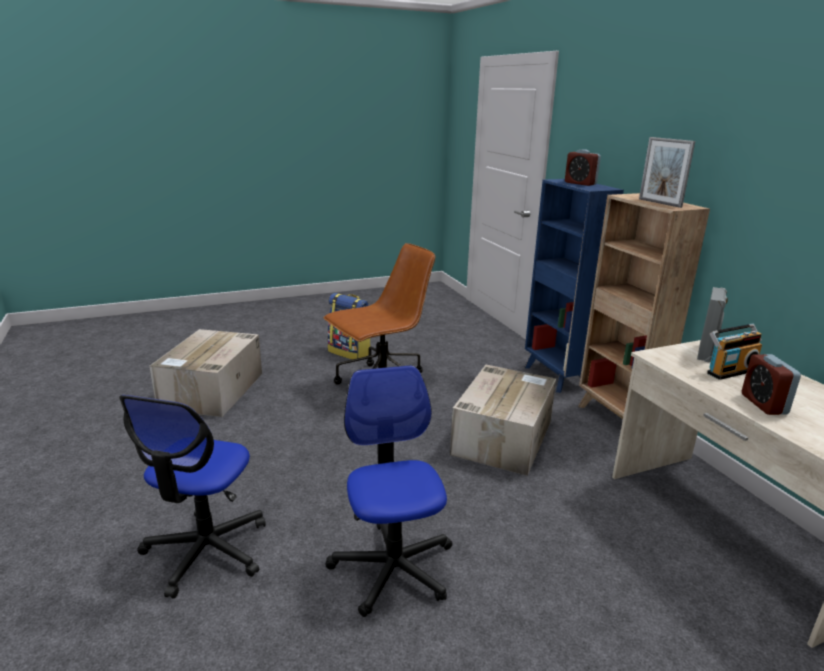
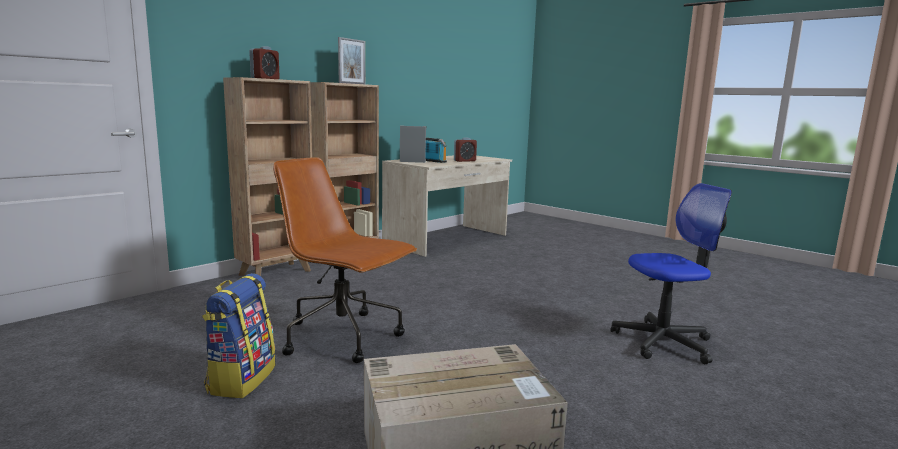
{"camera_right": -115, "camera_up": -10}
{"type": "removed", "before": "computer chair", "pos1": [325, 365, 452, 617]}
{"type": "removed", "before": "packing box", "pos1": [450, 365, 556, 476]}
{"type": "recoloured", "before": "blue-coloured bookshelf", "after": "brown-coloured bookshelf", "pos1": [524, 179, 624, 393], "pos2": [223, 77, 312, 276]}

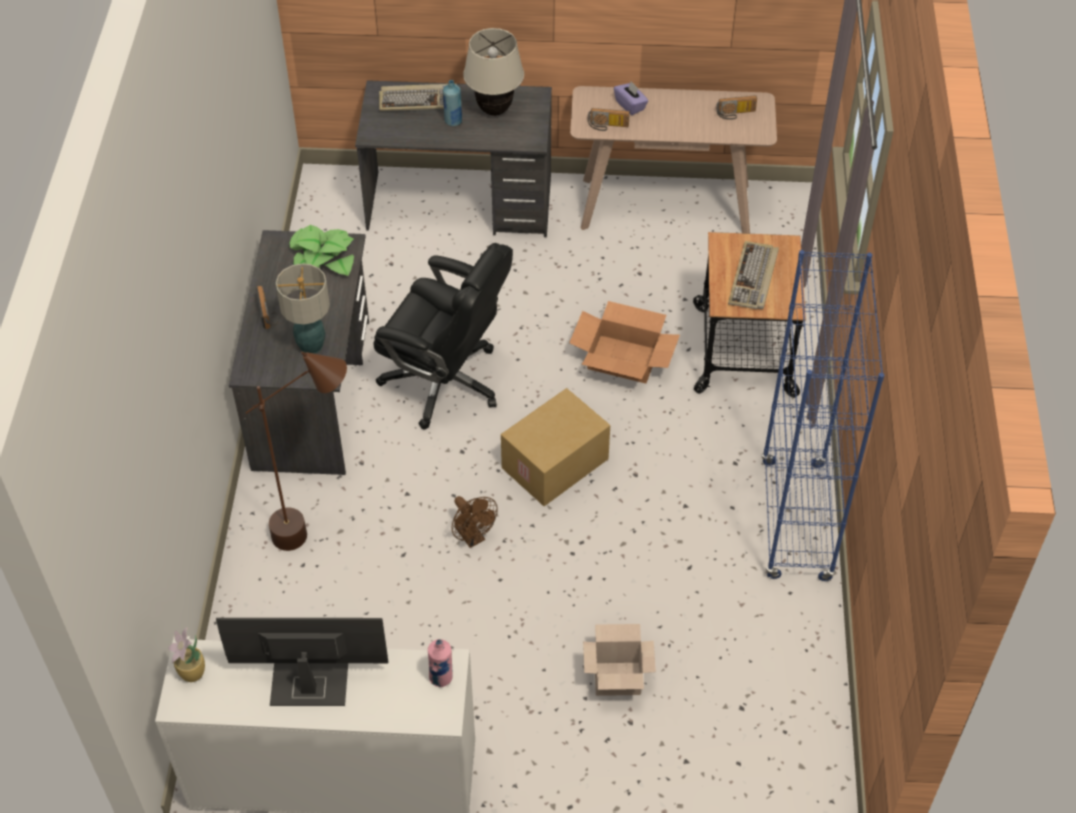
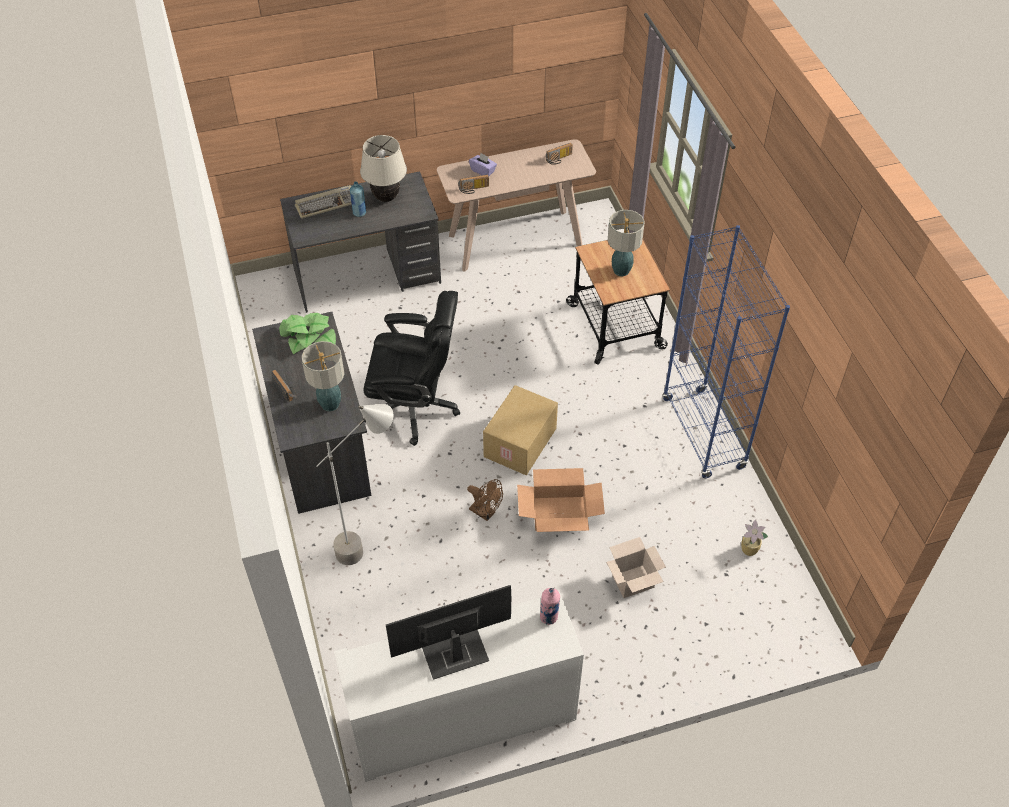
{"camera_right": -20, "camera_up": 0}
{"type": "moved", "before": "potted plant", "pos1": [168, 627, 205, 682], "pos2": [741, 519, 768, 556]}
{"type": "recoloured", "before": "brown-coloured standing lamp", "after": "gray standing lamp", "pos1": [245, 351, 347, 551], "pos2": [316, 404, 393, 565]}
{"type": "moved", "before": "packing box", "pos1": [569, 301, 680, 383], "pos2": [517, 468, 605, 532]}
{"type": "replaced", "before": "keyboard", "after": "table lamp", "pos1": [728, 241, 779, 309], "pos2": [608, 210, 645, 276]}

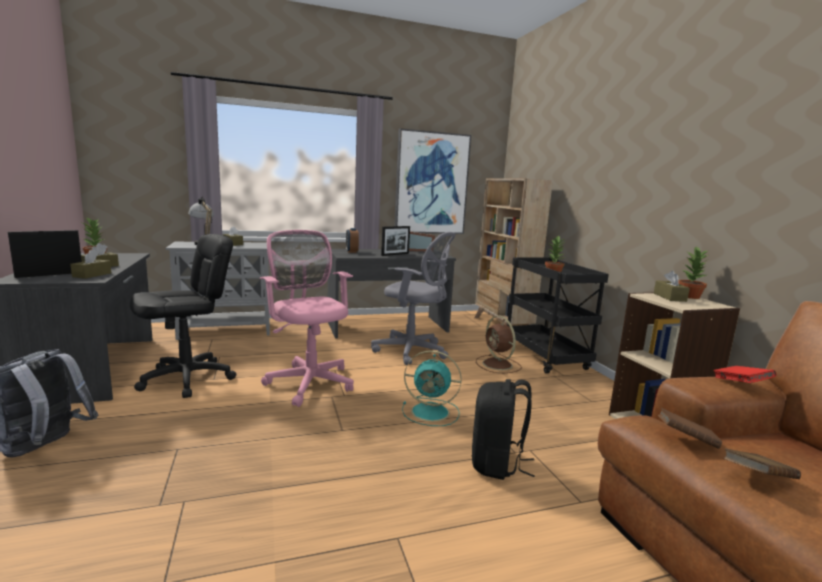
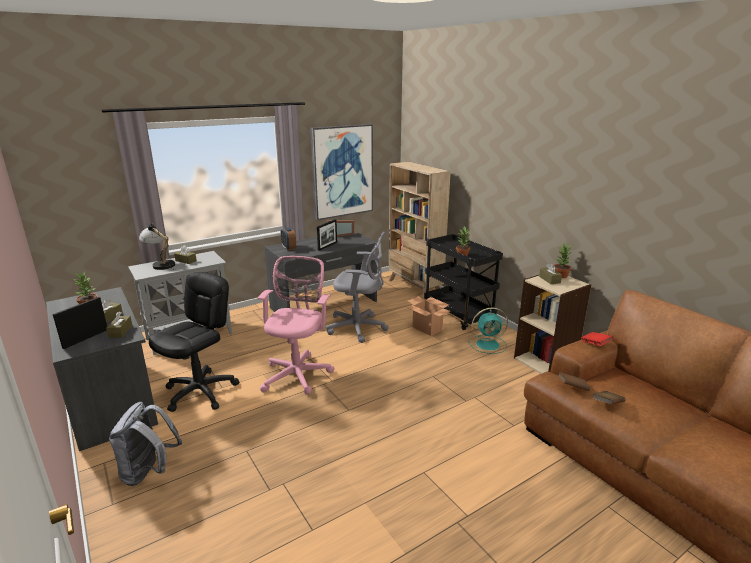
{"camera_right": -15, "camera_up": 10}
{"type": "turned", "before": "pinkish computer chair", "pos1": [260, 230, 354, 407], "pos2": [257, 256, 334, 394], "turn": 60}
{"type": "moved", "before": "turquoise-coloured electric fan", "pos1": [402, 350, 462, 426], "pos2": [468, 308, 508, 354]}
{"type": "removed", "before": "black knapsack", "pos1": [472, 379, 535, 480]}
{"type": "replaced", "before": "brown-coloured electric fan", "after": "packing box", "pos1": [476, 316, 522, 373], "pos2": [407, 296, 450, 336]}

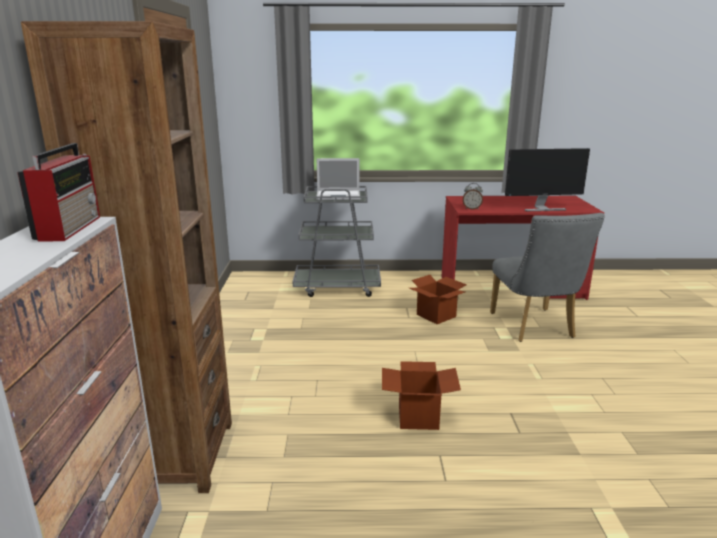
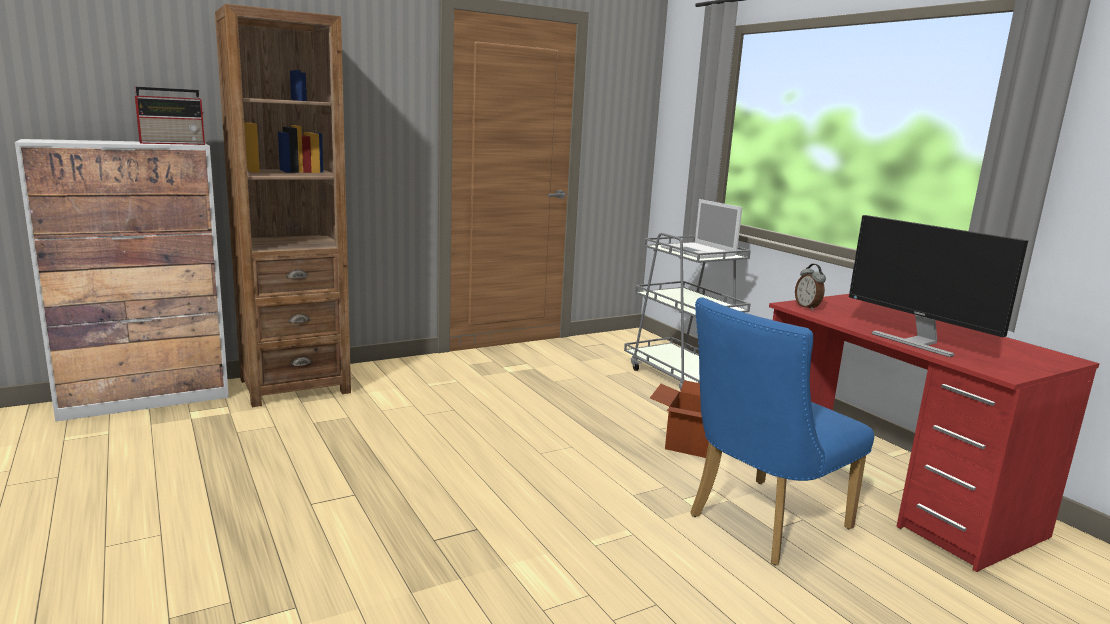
{"camera_right": 60, "camera_up": -5}
{"type": "removed", "before": "packing box", "pos1": [382, 361, 461, 430]}
{"type": "recoloured", "before": "gray chair", "after": "blue-coloured chair", "pos1": [490, 213, 605, 342], "pos2": [690, 297, 874, 565]}

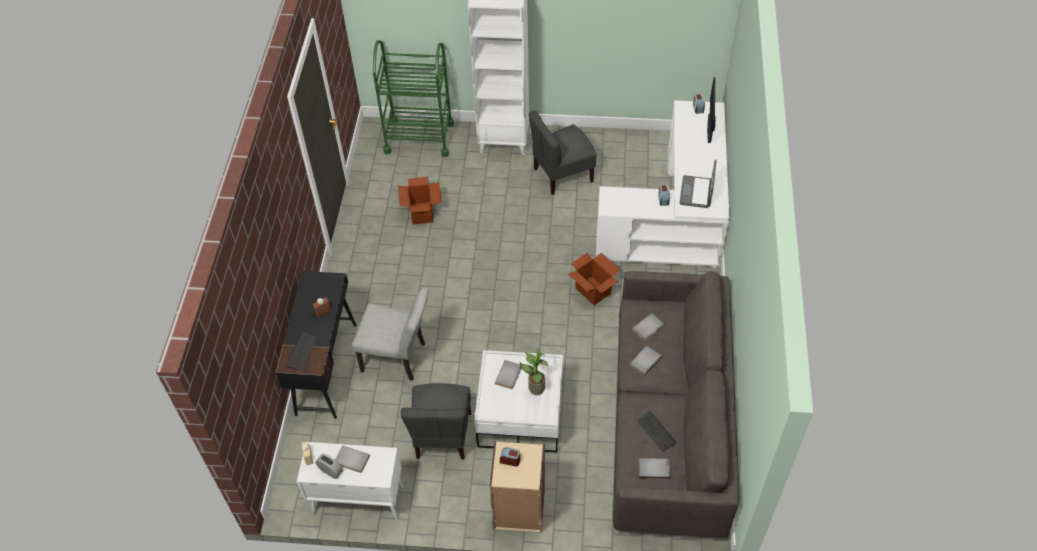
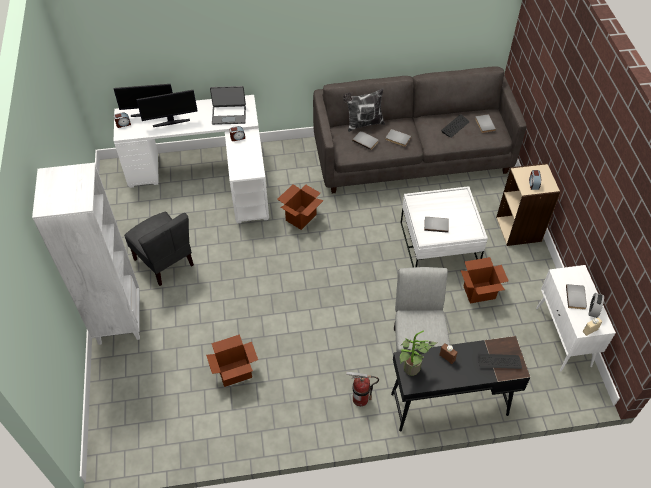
{"camera_right": -105, "camera_up": 0}
{"type": "removed", "before": "green-coloured wheeled cart", "pos1": [373, 40, 454, 157]}
{"type": "replaced", "before": "gray chair", "after": "packing box", "pos1": [401, 383, 471, 460], "pos2": [461, 257, 509, 303]}
{"type": "moved", "before": "potted plant", "pos1": [520, 349, 548, 395], "pos2": [400, 330, 438, 376]}
{"type": "added", "after": "computer display", "pos2": [136, 90, 198, 127]}
{"type": "added", "after": "pillow", "pos2": [343, 89, 385, 132]}
{"type": "added", "after": "fire extinguisher", "pos2": [346, 372, 379, 406]}

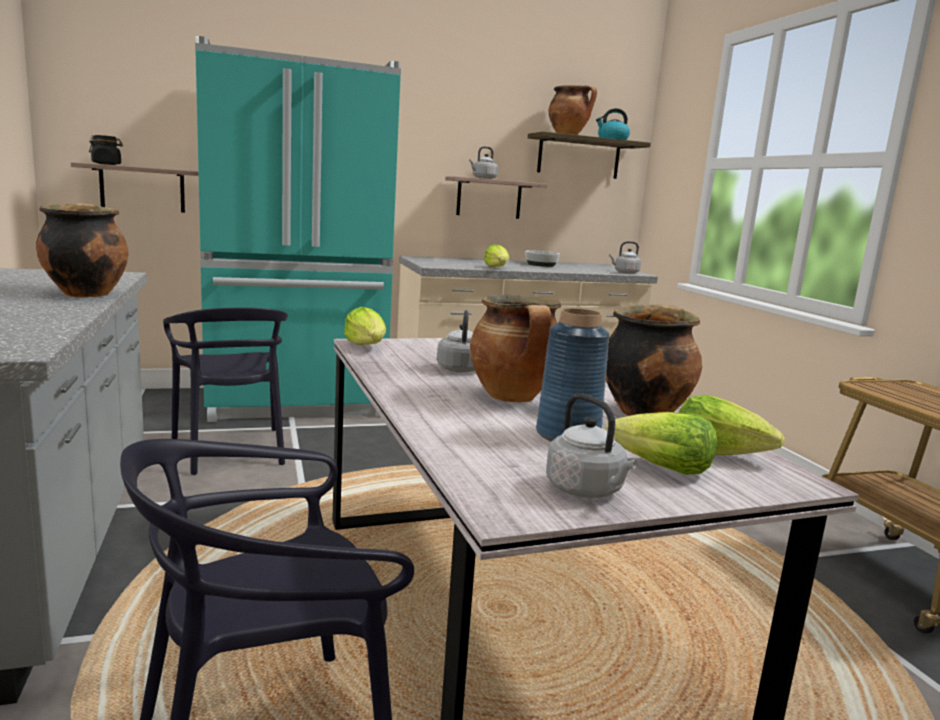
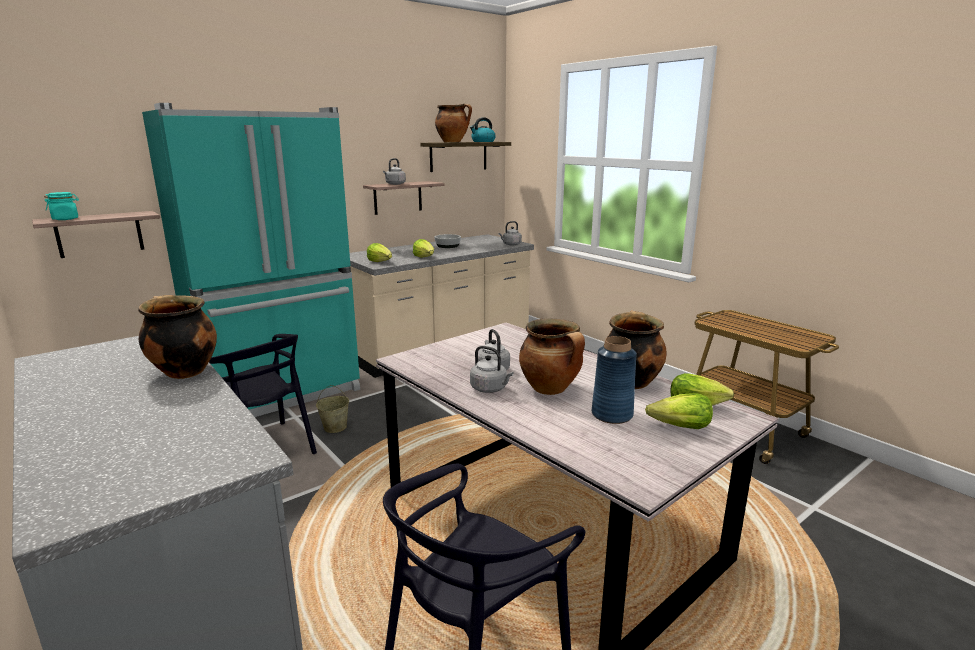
{"camera_right": -20, "camera_up": 5}
{"type": "recoloured", "before": "black storage jar", "after": "turquoise-coloured storage jar", "pos1": [89, 135, 123, 165], "pos2": [44, 192, 79, 220]}
{"type": "moved", "before": "lettuce", "pos1": [344, 307, 386, 345], "pos2": [367, 243, 392, 262]}
{"type": "moved", "before": "gray kettle", "pos1": [546, 394, 638, 498], "pos2": [470, 346, 513, 393]}
{"type": "added", "after": "beige-coloured bucket", "pos2": [316, 385, 349, 433]}

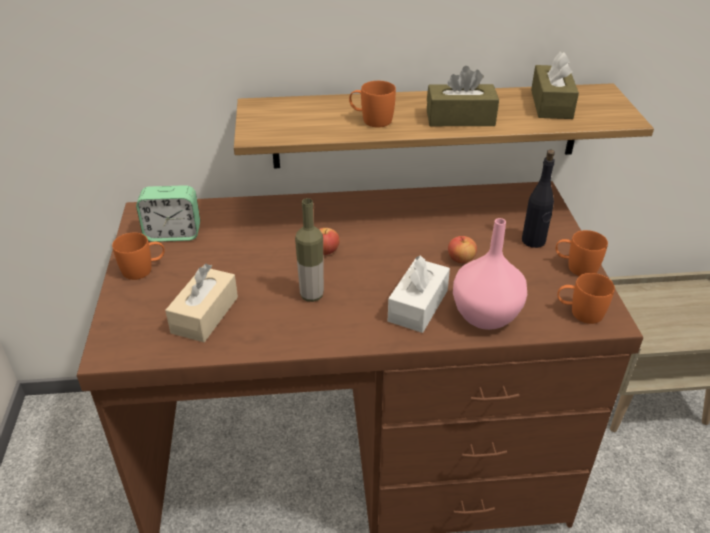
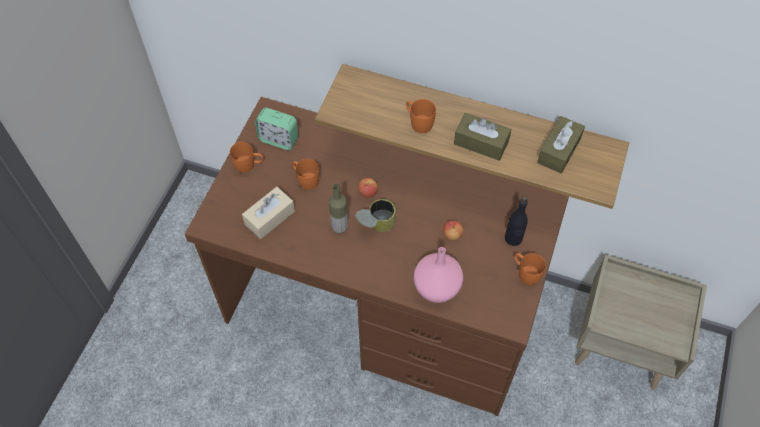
{"camera_right": 25, "camera_up": 20}
{"type": "removed", "before": "white-coloured tissue holder", "pos1": [388, 255, 450, 333]}
{"type": "moved", "before": "orange tea mug", "pos1": [557, 273, 615, 324], "pos2": [292, 159, 320, 190]}
{"type": "added", "after": "metal can", "pos2": [355, 199, 396, 232]}

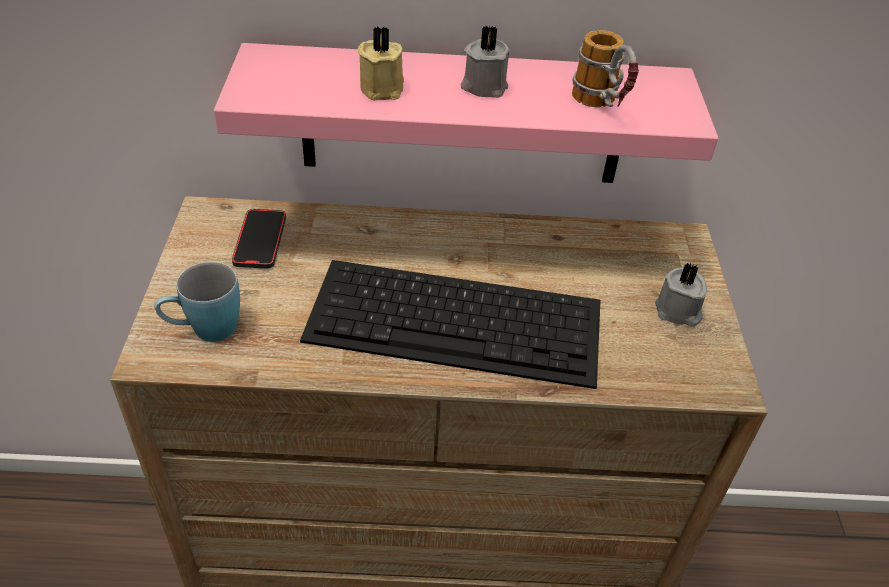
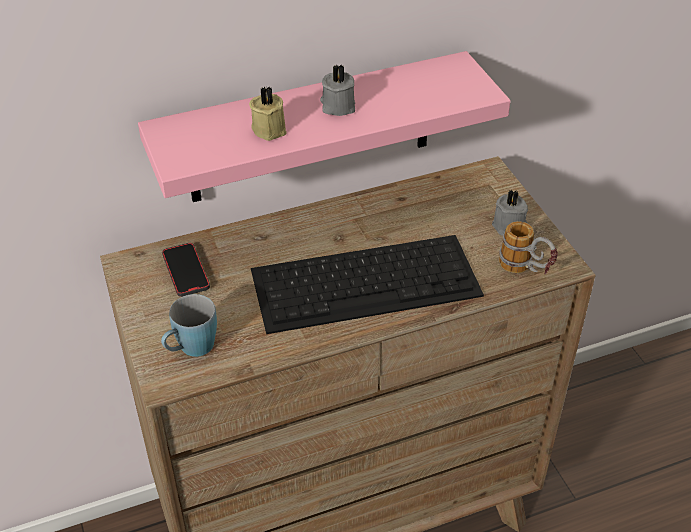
{"camera_right": -20, "camera_up": 0}
{"type": "moved", "before": "tea mug", "pos1": [572, 30, 639, 107], "pos2": [499, 221, 558, 274]}

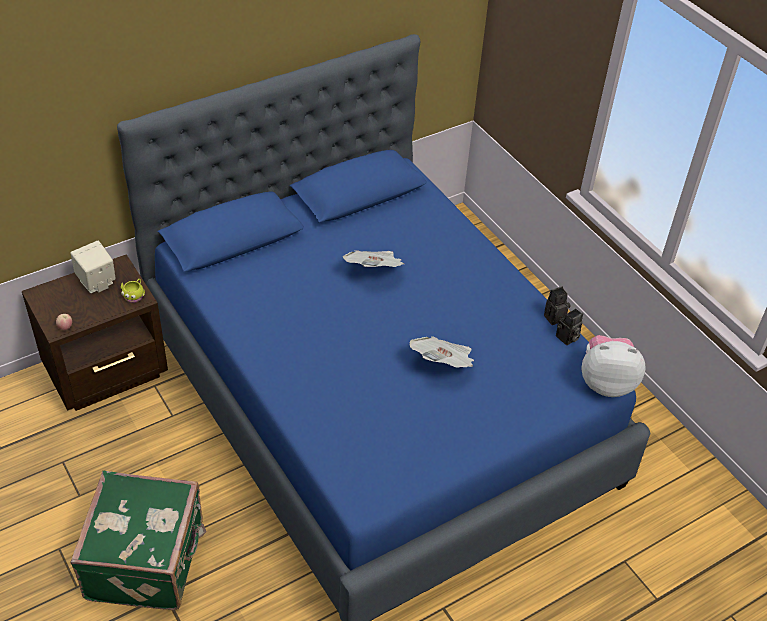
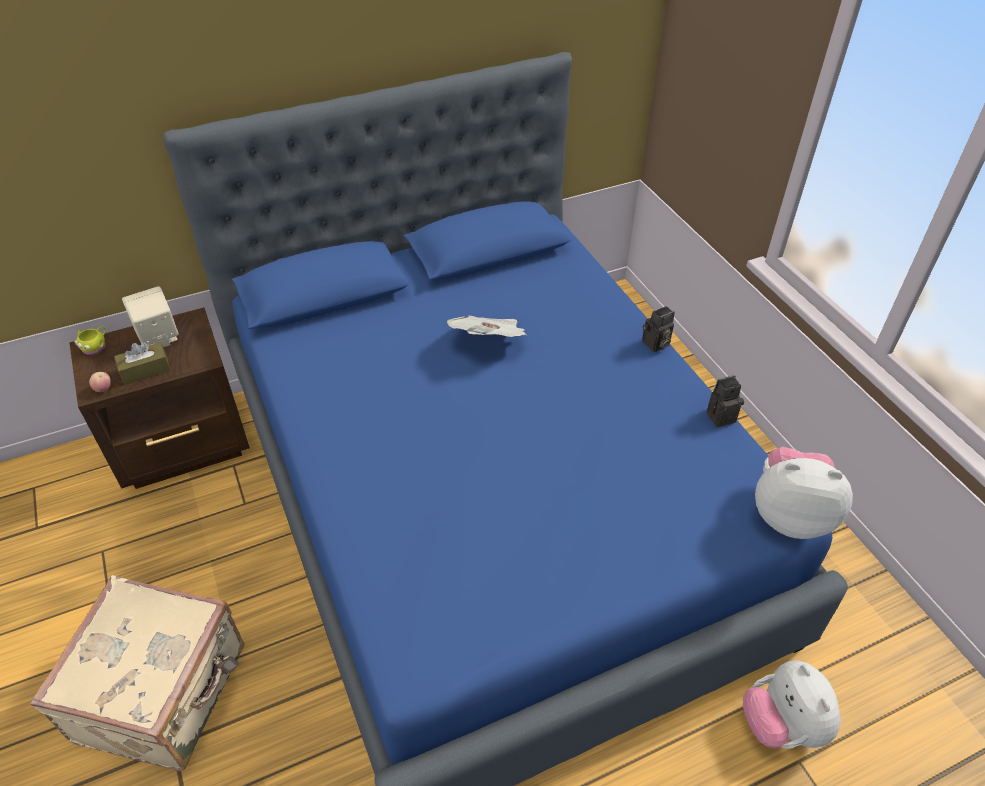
{"camera_right": 10, "camera_up": 0}
{"type": "recoloured", "before": "green-coloured piece of luggage", "after": "beige-coloured piece of luggage", "pos1": [70, 471, 206, 610], "pos2": [30, 575, 244, 771]}
{"type": "moved", "before": "yellow tea mug", "pos1": [121, 279, 145, 303], "pos2": [74, 327, 106, 355]}
{"type": "removed", "before": "newspaper", "pos1": [409, 336, 474, 368]}
{"type": "moved", "before": "still camera", "pos1": [556, 308, 583, 345], "pos2": [642, 306, 675, 352]}
{"type": "added", "after": "brown-coloured tissue holder", "pos2": [114, 342, 171, 385]}
{"type": "added", "after": "soft toy", "pos2": [743, 660, 841, 748]}

